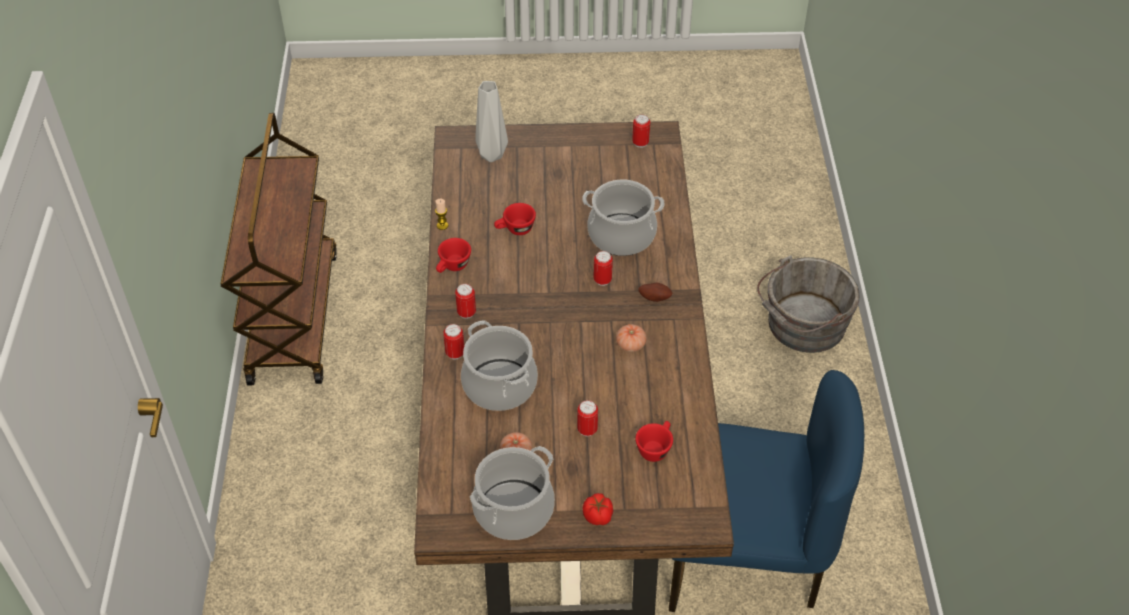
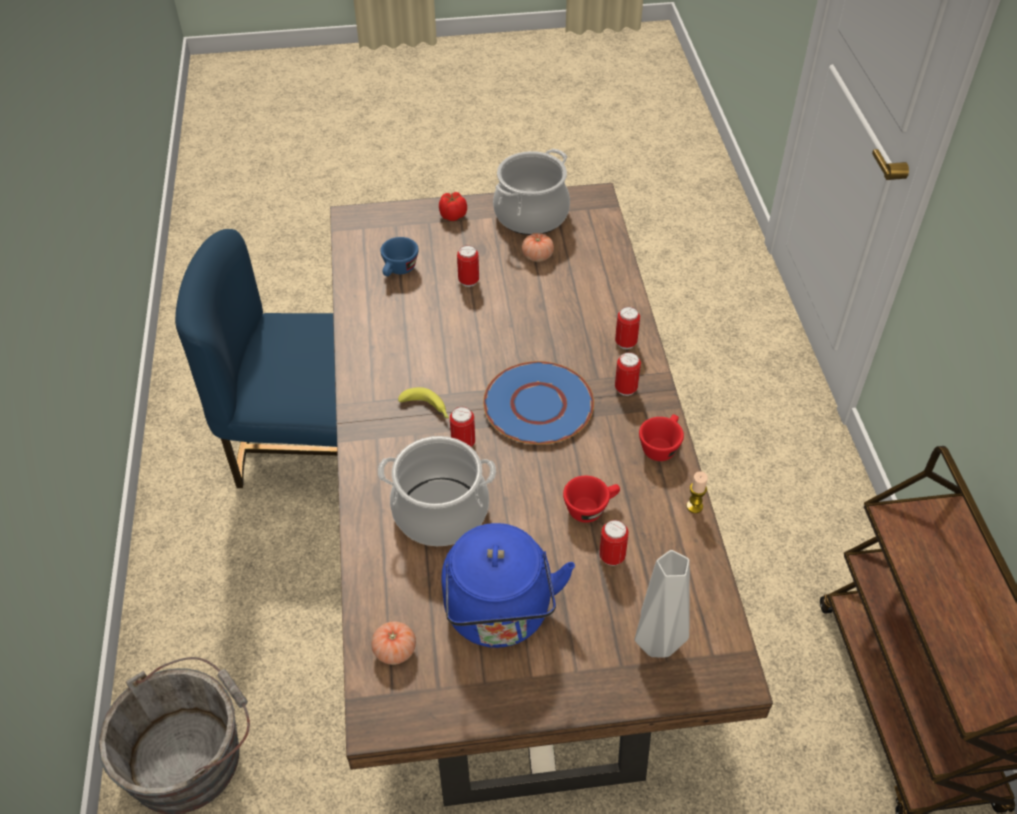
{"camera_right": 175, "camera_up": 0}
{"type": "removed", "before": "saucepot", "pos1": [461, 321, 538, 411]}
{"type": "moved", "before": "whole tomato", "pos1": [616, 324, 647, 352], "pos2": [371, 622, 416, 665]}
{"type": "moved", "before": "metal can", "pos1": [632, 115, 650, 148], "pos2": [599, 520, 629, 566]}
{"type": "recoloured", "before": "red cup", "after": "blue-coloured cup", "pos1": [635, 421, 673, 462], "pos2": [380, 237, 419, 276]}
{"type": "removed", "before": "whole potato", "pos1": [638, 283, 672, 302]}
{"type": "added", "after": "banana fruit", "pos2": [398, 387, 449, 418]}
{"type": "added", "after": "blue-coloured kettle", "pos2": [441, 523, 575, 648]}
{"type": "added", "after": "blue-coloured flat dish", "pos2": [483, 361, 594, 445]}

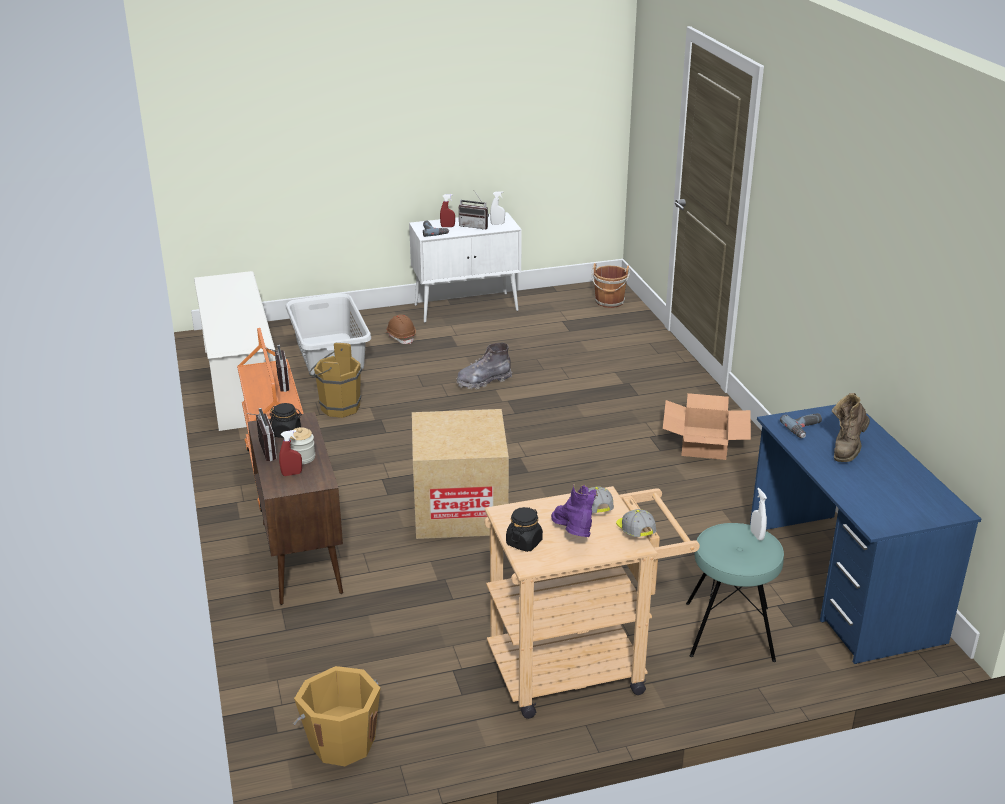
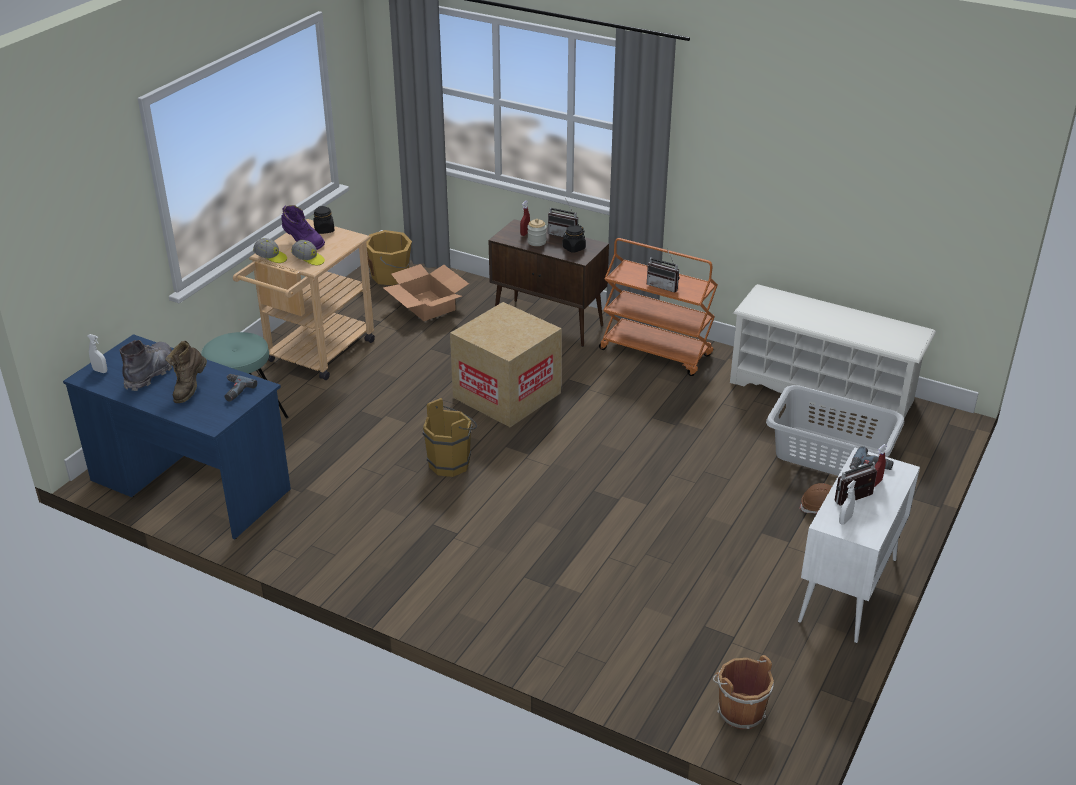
{"camera_right": 135, "camera_up": 5}
{"type": "moved", "before": "brown-coloured bucket", "pos1": [309, 343, 362, 418], "pos2": [422, 398, 477, 477]}
{"type": "moved", "before": "gray boot", "pos1": [457, 343, 512, 389], "pos2": [120, 340, 172, 391]}
{"type": "moved", "before": "packing box", "pos1": [663, 393, 751, 460], "pos2": [383, 264, 469, 321]}
{"type": "moved", "before": "white-coloured hand sprayer", "pos1": [750, 488, 767, 540], "pos2": [87, 334, 107, 373]}
{"type": "turned", "before": "brown-coloured boot", "pos1": [832, 393, 870, 462], "pos2": [165, 341, 207, 403], "turn": -150}

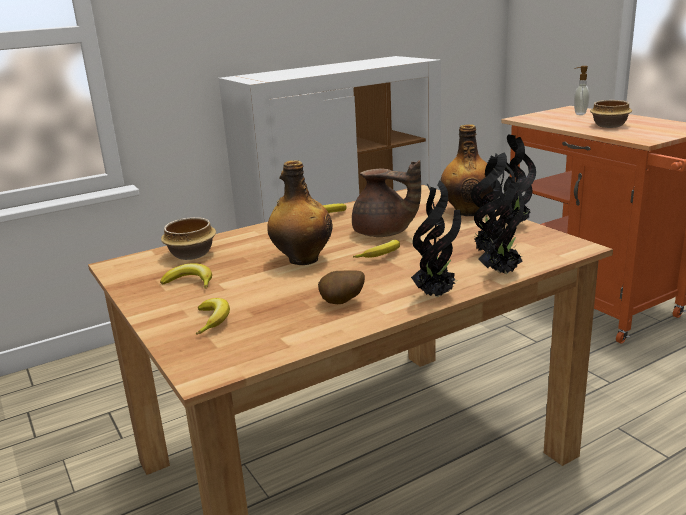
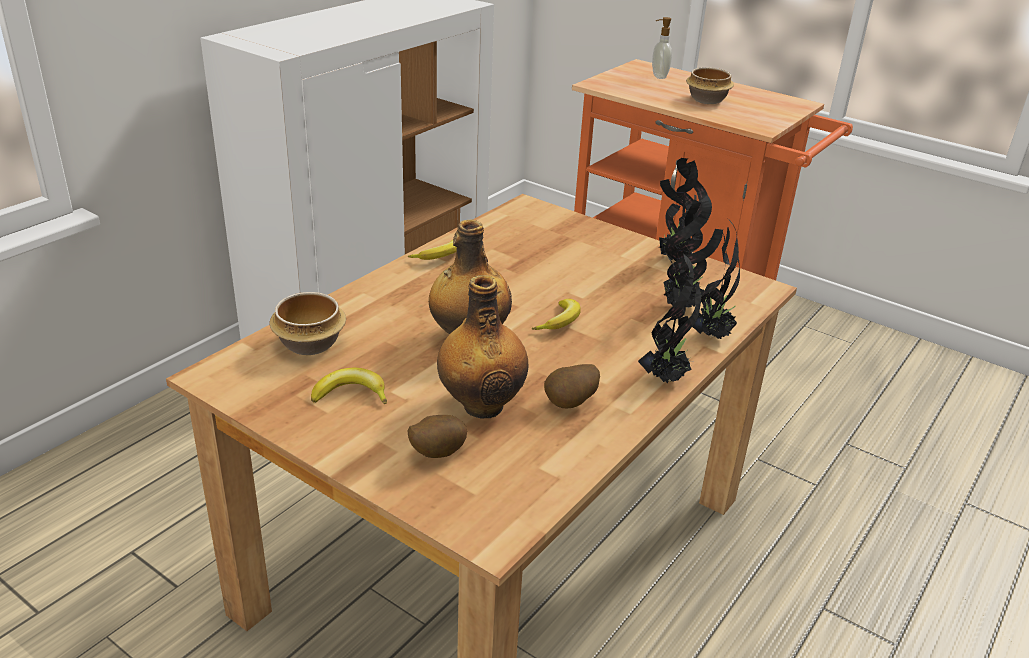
{"camera_right": -25, "camera_up": 10}
{"type": "replaced", "before": "banana fruit", "after": "whole potato", "pos1": [196, 298, 230, 335], "pos2": [408, 415, 467, 458]}
{"type": "removed", "before": "brown-coloured teapot", "pos1": [352, 160, 421, 237]}
{"type": "moved", "before": "drink bottle", "pos1": [440, 124, 493, 216], "pos2": [437, 275, 528, 418]}

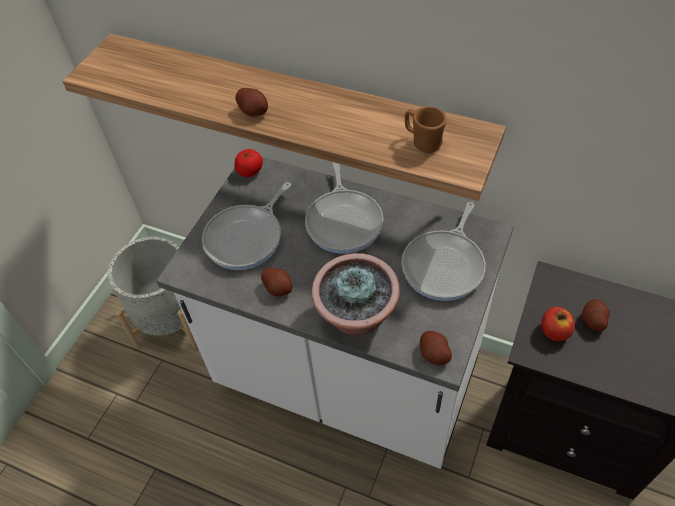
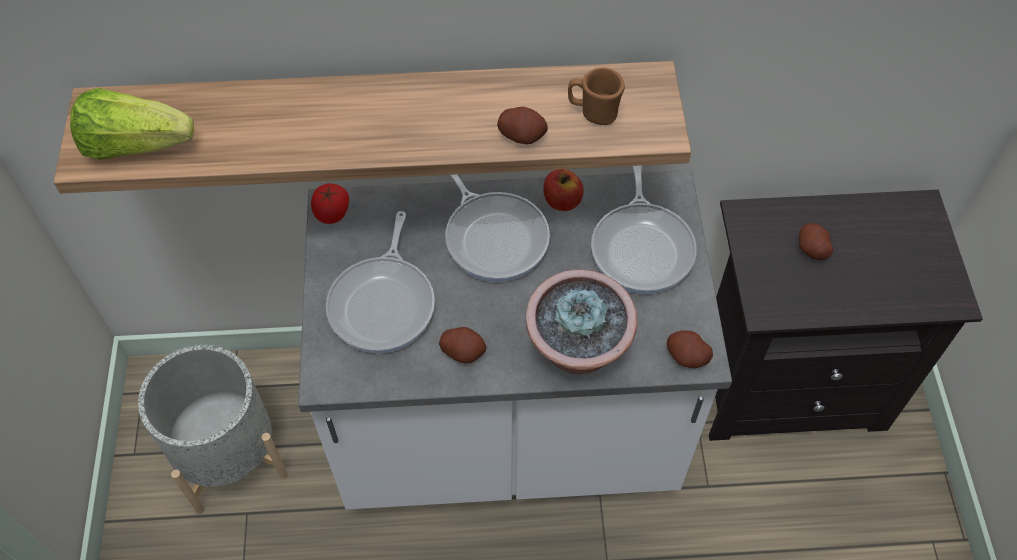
{"camera_right": -30, "camera_up": 5}
{"type": "moved", "before": "whole potato", "pos1": [235, 88, 268, 117], "pos2": [497, 107, 548, 144]}
{"type": "moved", "before": "apple fruit", "pos1": [541, 307, 575, 341], "pos2": [543, 169, 584, 211]}
{"type": "added", "after": "lettuce", "pos2": [70, 88, 194, 160]}

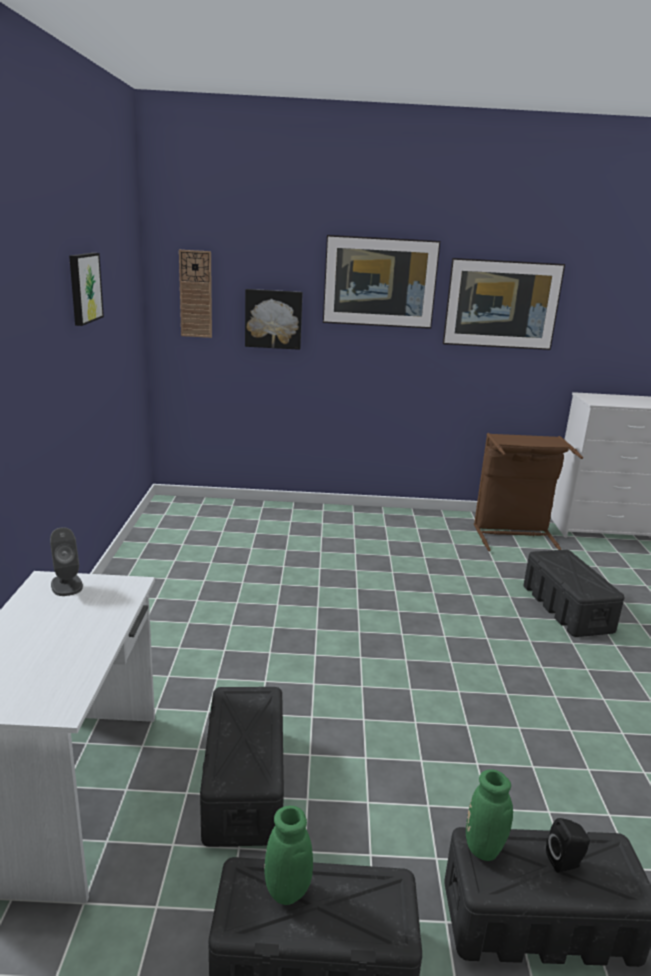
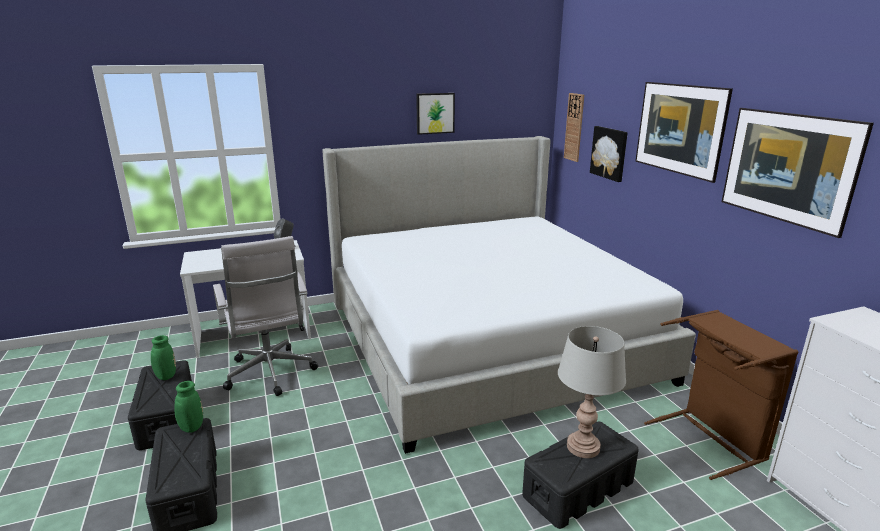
{"camera_right": 70, "camera_up": 0}
{"type": "replaced", "before": "black storage container", "after": "white-coloured computer chair", "pos1": [200, 687, 284, 847], "pos2": [213, 236, 318, 396]}
{"type": "removed", "before": "black audio speaker", "pos1": [546, 818, 590, 873]}
{"type": "added", "after": "bedroom bed", "pos2": [322, 136, 696, 454]}
{"type": "added", "after": "gray table lamp", "pos2": [558, 326, 626, 458]}

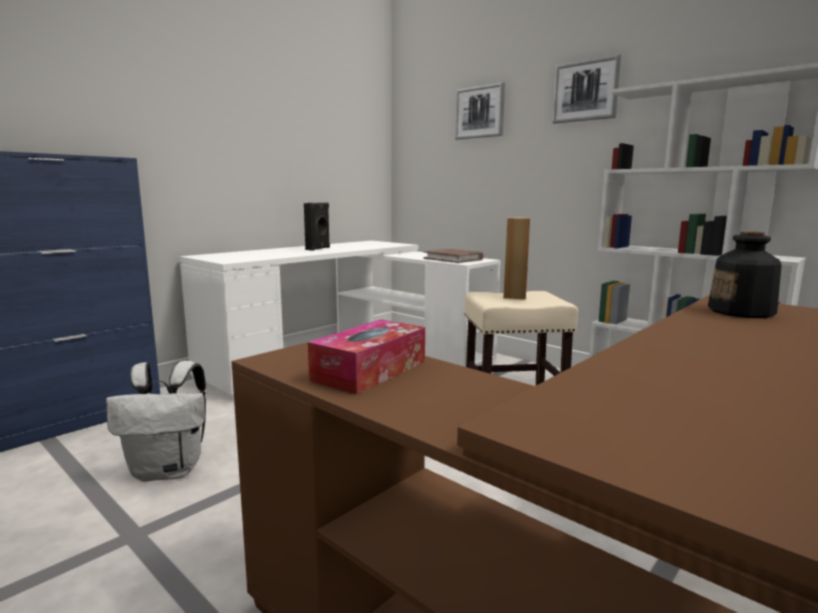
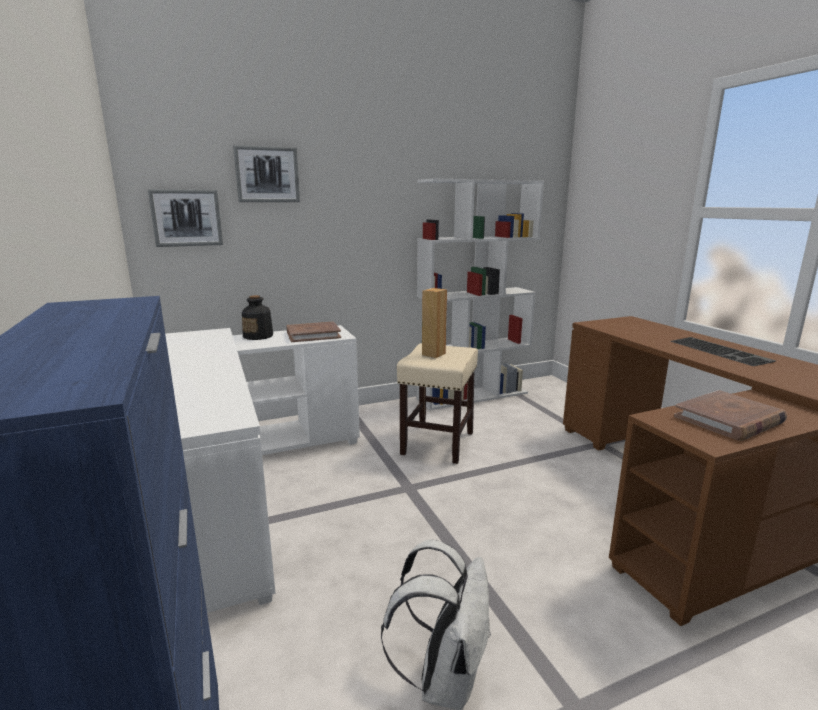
{"camera_right": -65, "camera_up": 5}
{"type": "removed", "before": "black audio speaker", "pos1": [304, 202, 330, 251]}
{"type": "replaced", "before": "tissue holder", "after": "brown-coloured volume", "pos1": [308, 319, 425, 395], "pos2": [674, 390, 787, 441]}
{"type": "moved", "before": "picture", "pos1": [552, 54, 621, 123], "pos2": [148, 189, 223, 247]}
{"type": "moved", "before": "drink bottle", "pos1": [708, 231, 782, 318], "pos2": [242, 295, 273, 340]}
{"type": "added", "after": "keyboard", "pos2": [670, 337, 776, 366]}

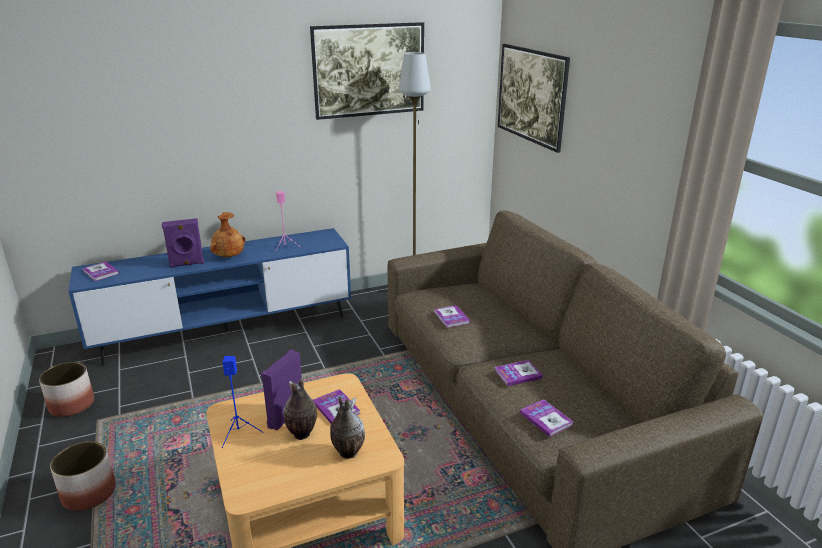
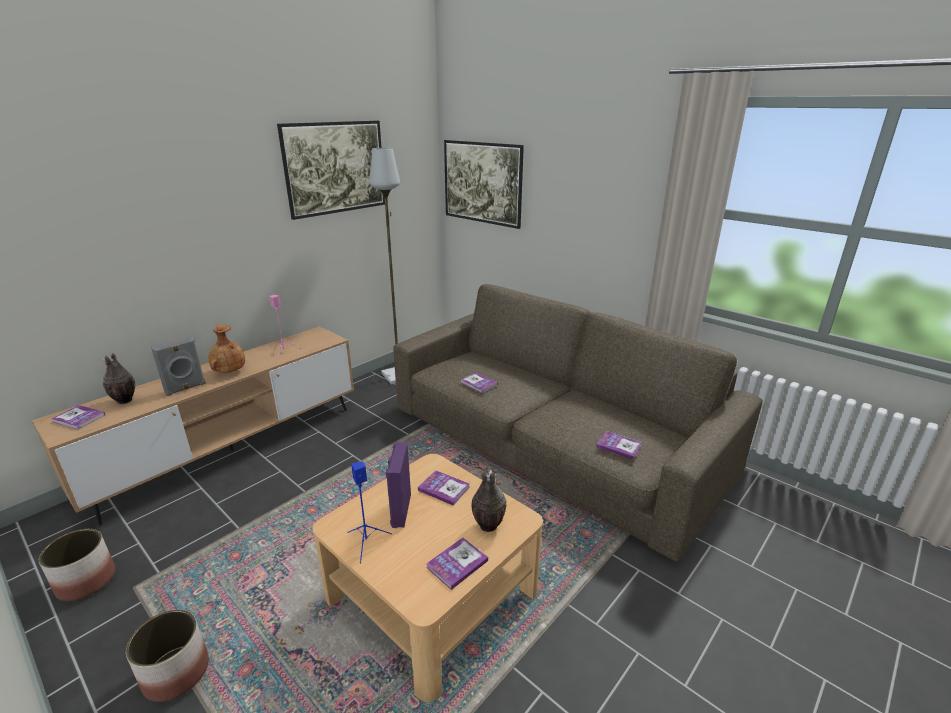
{"camera_right": -25, "camera_up": 0}
{"type": "recoloured", "before": "blue-coloured tv unit", "after": "brown-coloured tv unit", "pos1": [68, 228, 351, 365], "pos2": [32, 327, 354, 525]}
{"type": "recoloured", "before": "purple-coloured audio speaker", "after": "gray audio speaker", "pos1": [162, 218, 204, 268], "pos2": [151, 336, 206, 396]}
{"type": "moved", "before": "vase", "pos1": [283, 378, 317, 440], "pos2": [102, 353, 135, 404]}
{"type": "moved", "before": "volume", "pos1": [494, 360, 543, 386], "pos2": [426, 537, 488, 590]}

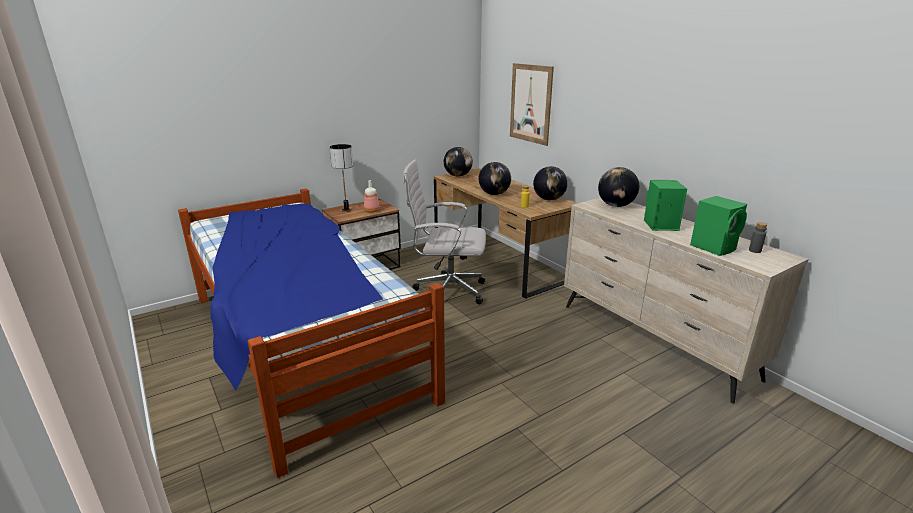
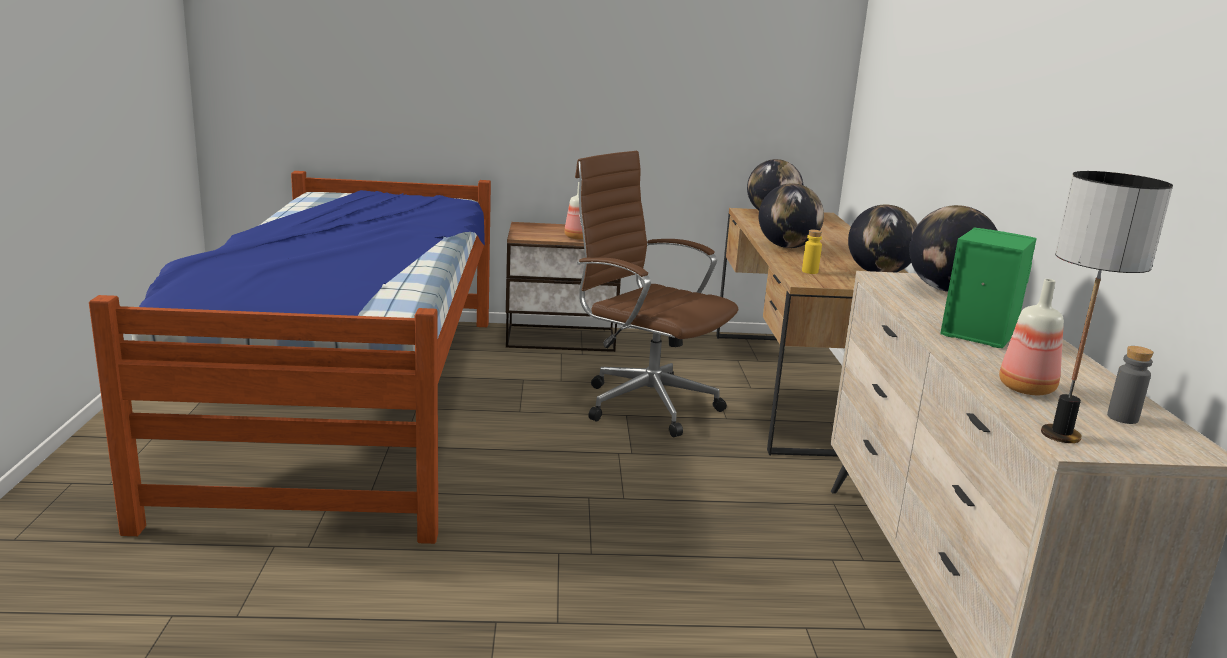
{"camera_right": 30, "camera_up": -5}
{"type": "moved", "before": "table lamp", "pos1": [330, 144, 353, 212], "pos2": [1041, 171, 1173, 443]}
{"type": "recoloured", "before": "white-coloured computer chair", "after": "brown-coloured computer chair", "pos1": [403, 160, 486, 305], "pos2": [575, 151, 738, 437]}
{"type": "removed", "before": "picture", "pos1": [510, 63, 554, 146]}
{"type": "replaced", "before": "green-coloured audio speaker", "after": "drink bottle", "pos1": [690, 196, 747, 256], "pos2": [999, 279, 1064, 395]}

